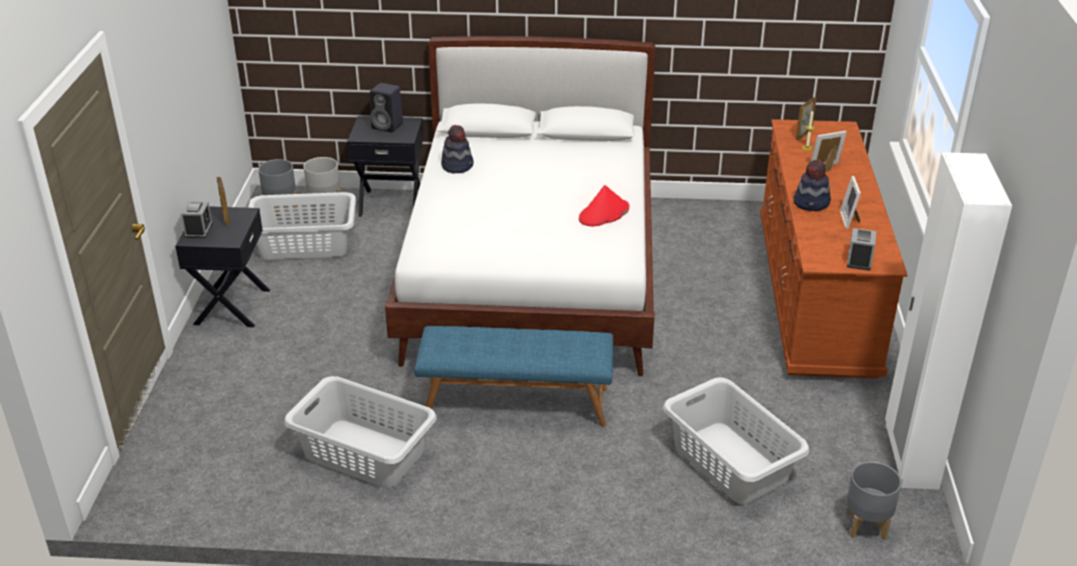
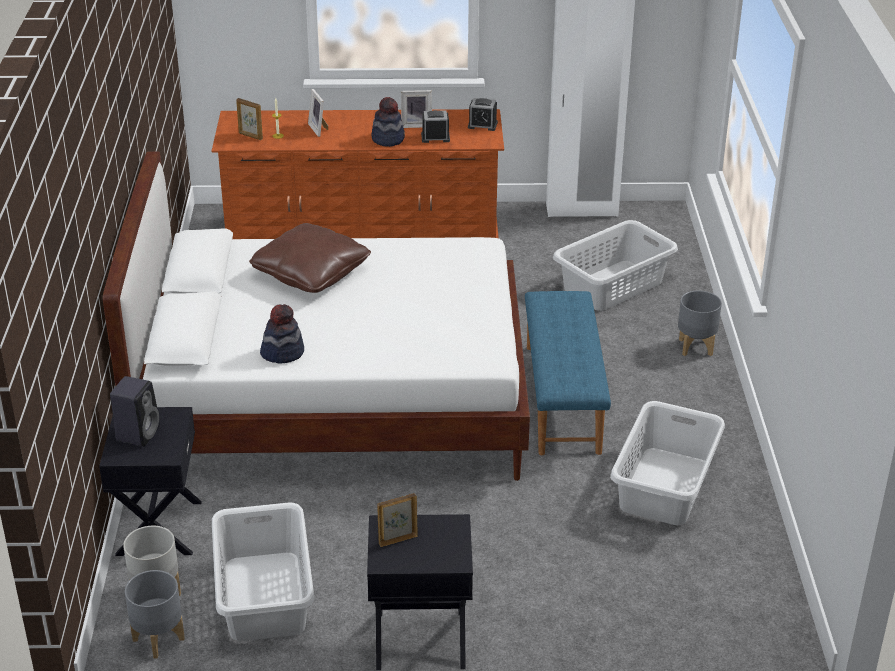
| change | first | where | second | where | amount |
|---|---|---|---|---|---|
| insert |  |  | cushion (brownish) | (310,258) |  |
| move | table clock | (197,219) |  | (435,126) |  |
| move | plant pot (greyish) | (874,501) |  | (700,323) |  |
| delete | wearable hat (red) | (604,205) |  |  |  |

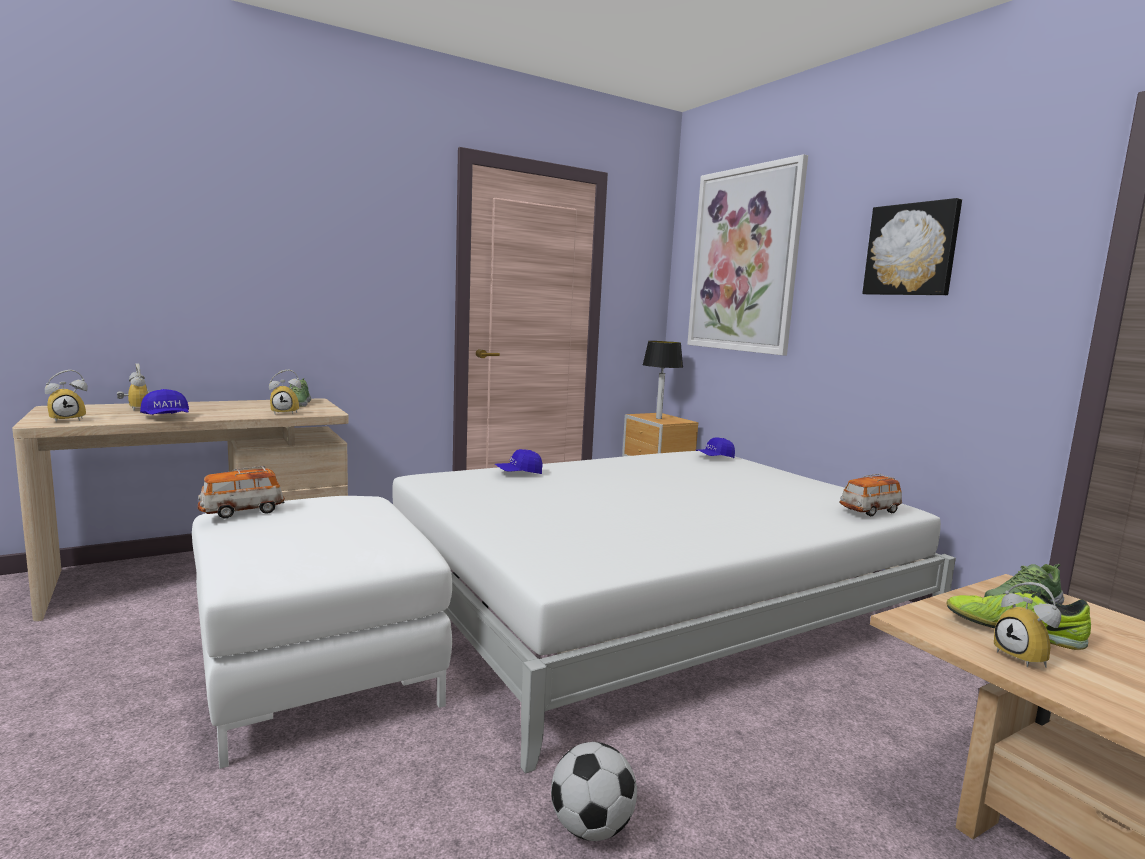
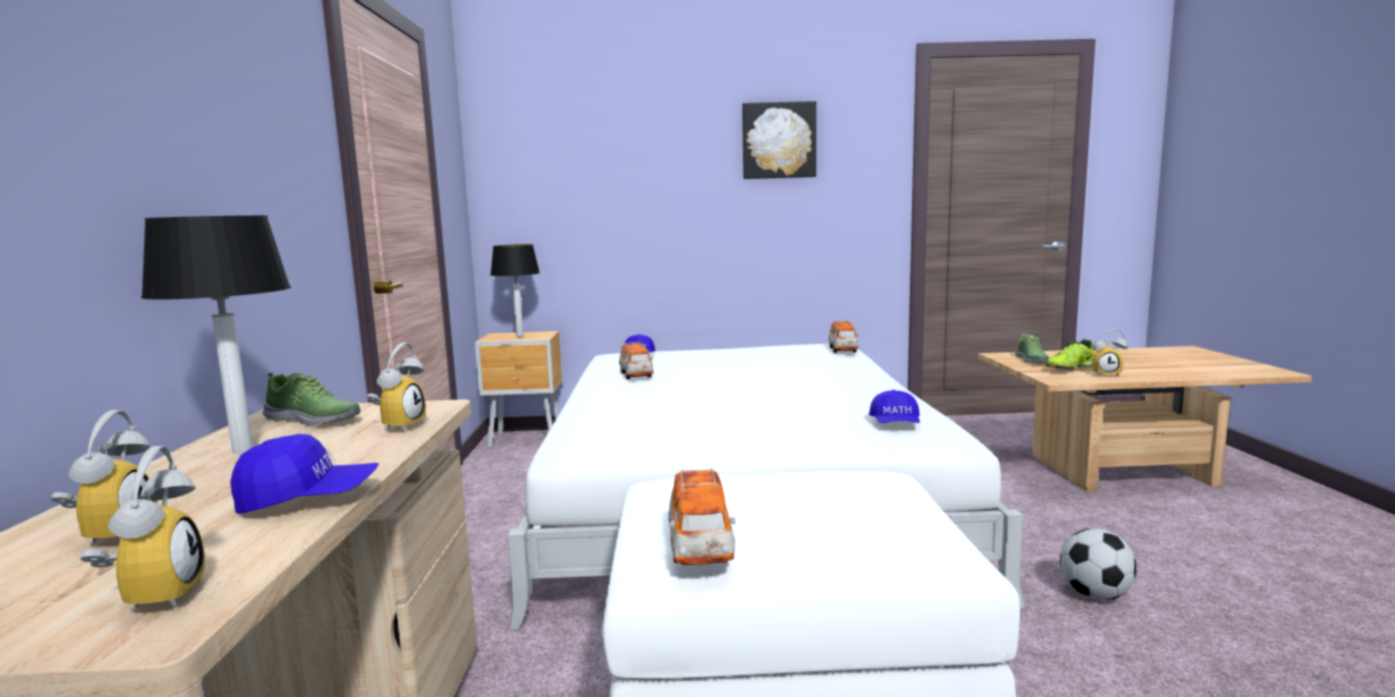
| change | first | where | second | where | amount |
|---|---|---|---|---|---|
| rotate | table clock | (133,387) |  | (104,477) | 90 degrees clockwise |
| insert |  |  | lamp for a table | (216,334) |  |
| insert |  |  | miniature car | (636,360) |  |
| move | peaked cap (blue-coloured) | (518,461) |  | (894,406) |  |
| delete | picture | (747,254) |  |  |  |

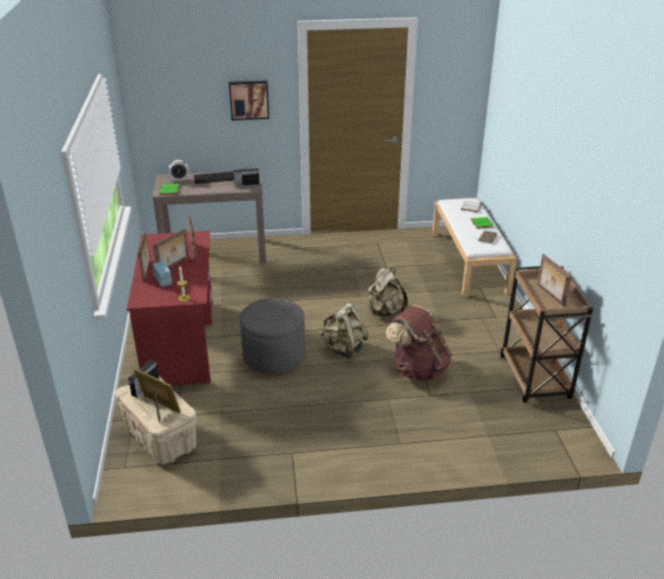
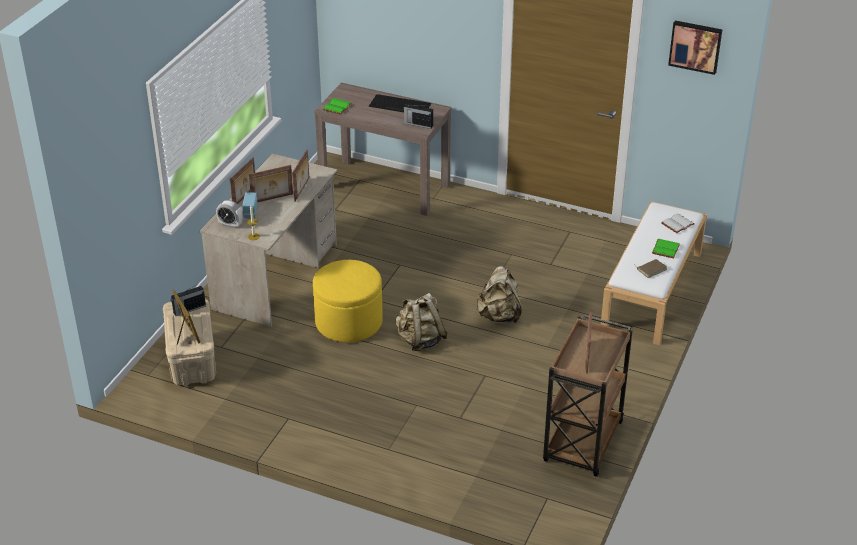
| change | first | where | second | where | amount |
|---|---|---|---|---|---|
| recolor | desk unit (red) | (170,308) | desk unit (beige) | (268,240) |  |
| move | table clock | (179,171) |  | (229,214) |  |
| recolor | pouffe (greyish) | (272,336) | pouffe (yellowish) | (348,301) |  |
| move | picture | (249,100) |  | (695,48) |  |
| delete | knapsack (brownish) | (418,343) |  |  |  |

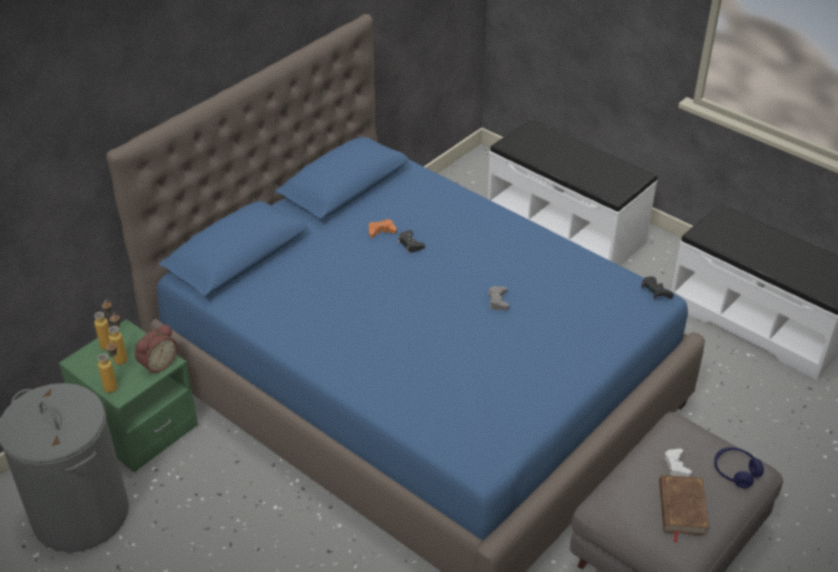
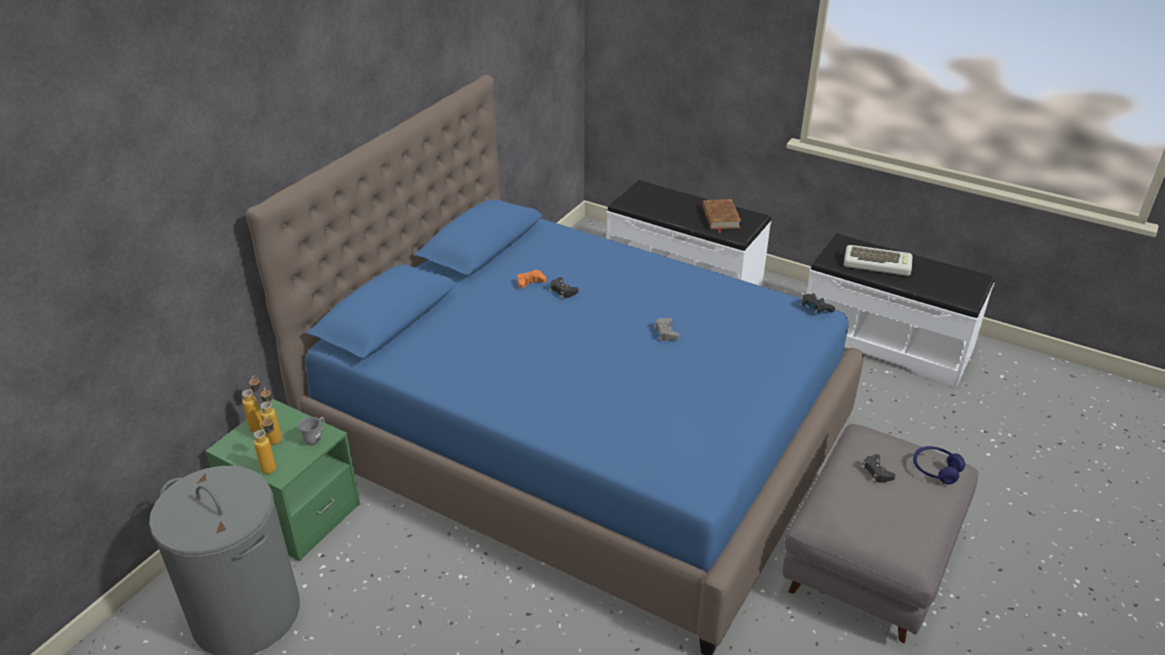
| change | first | where | second | where | amount |
|---|---|---|---|---|---|
| replace | table clock | (156,349) | mug (greyish) | (311,431) |  |
| move | book (brownish) | (684,509) |  | (721,216) |  |
| insert |  |  | computer keyboard | (878,260) |  |
| recolor | gamepad (white) | (677,462) | gamepad (black-coloured) | (879,468) |  |

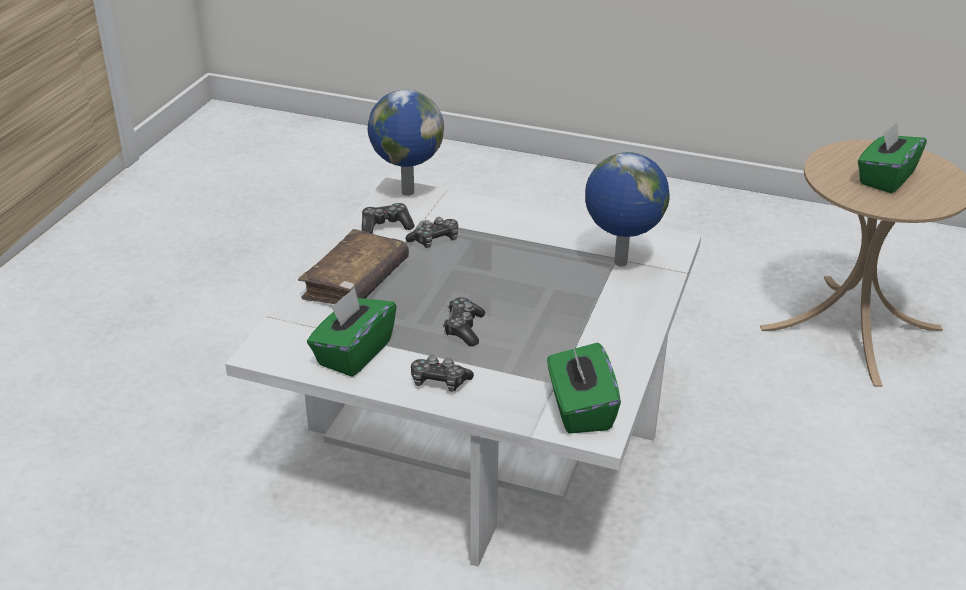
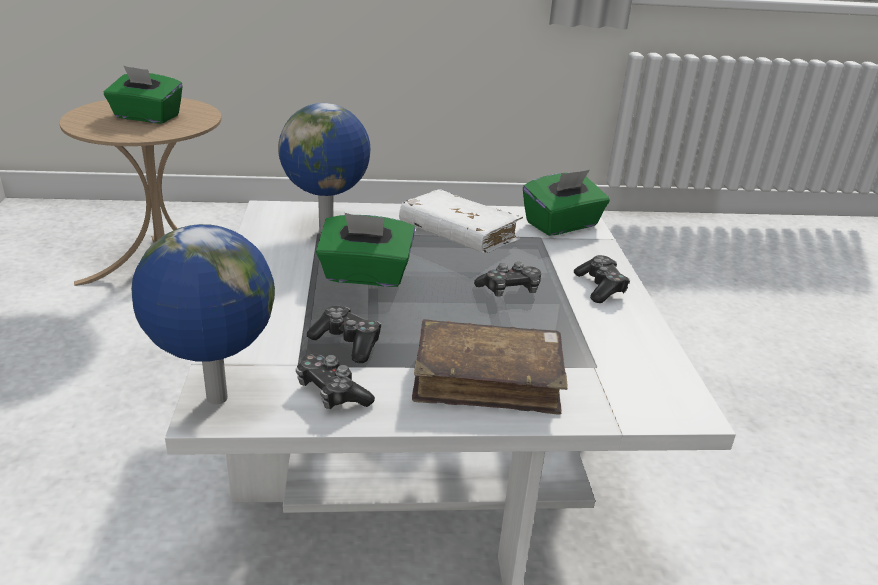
| change | first | where | second | where | amount |
|---|---|---|---|---|---|
| move | box of tissues (green-coloured) | (352,332) |  | (365,250) |  |
| insert |  |  | book (white) | (461,221) |  |

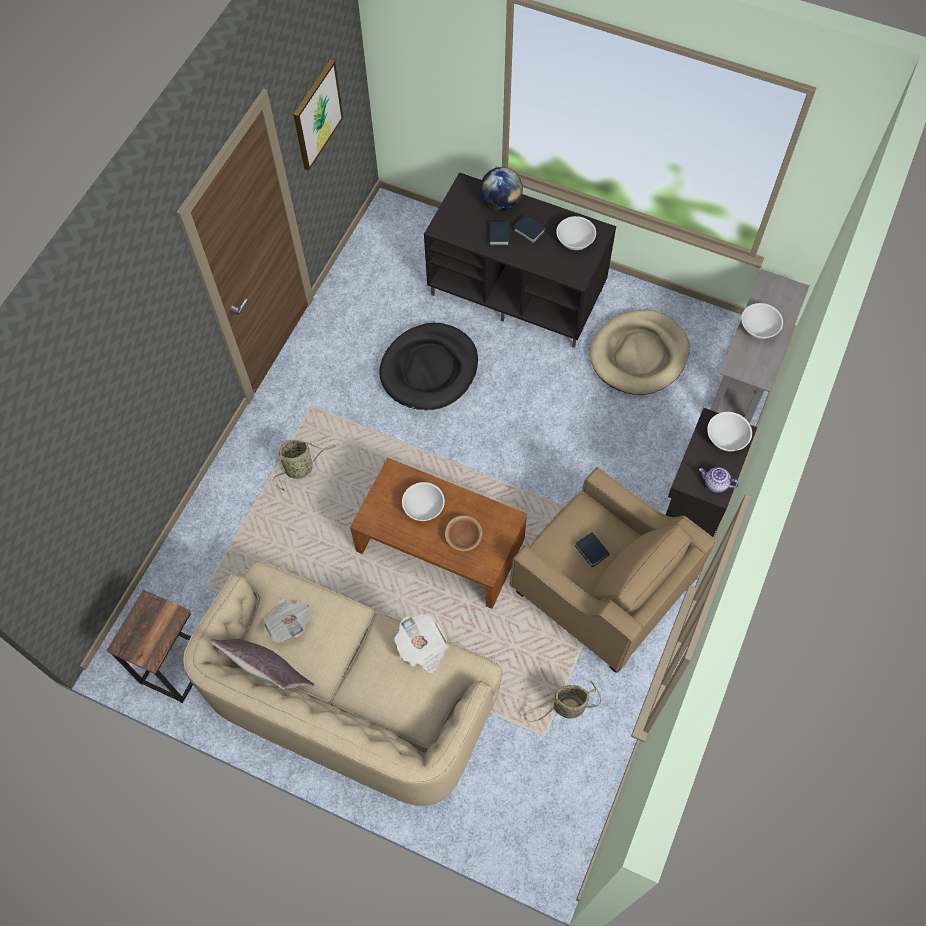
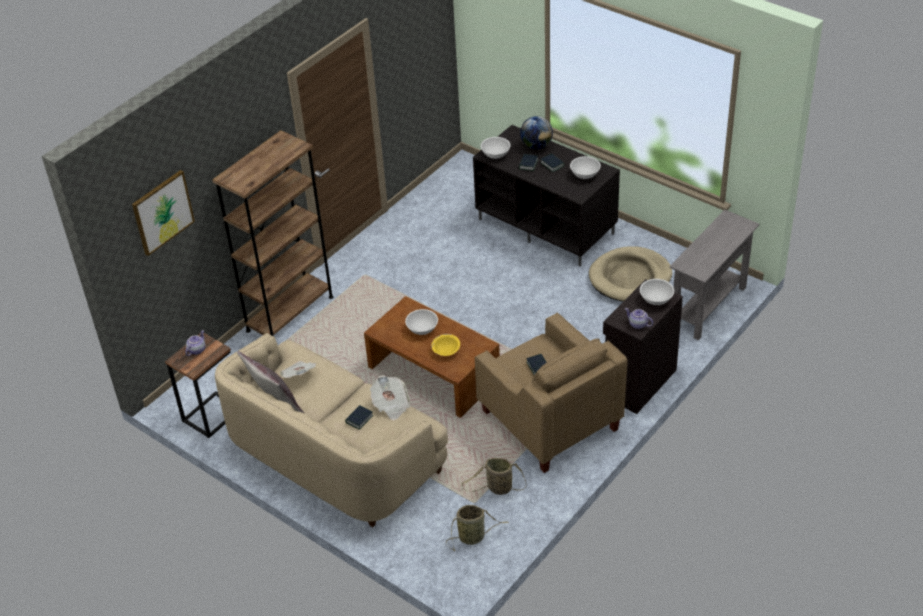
| change | first | where | second | where | amount |
|---|---|---|---|---|---|
| move | picture | (318,115) |  | (163,213) |  |
| insert |  |  | teapot | (195,343) |  |
| insert |  |  | bookcase (brownish) | (273,233) |  |
| insert |  |  | book | (359,417) |  |
| recolor | deep dish (brownish) | (463,533) | deep dish (yellowish) | (445,345) |  |
| move | basket | (304,465) |  | (477,528) |  |
| move | deep dish (white) | (762,321) |  | (496,148) |  |
| delete | pet bed (black-coloured) | (428,366) |  |  |  |

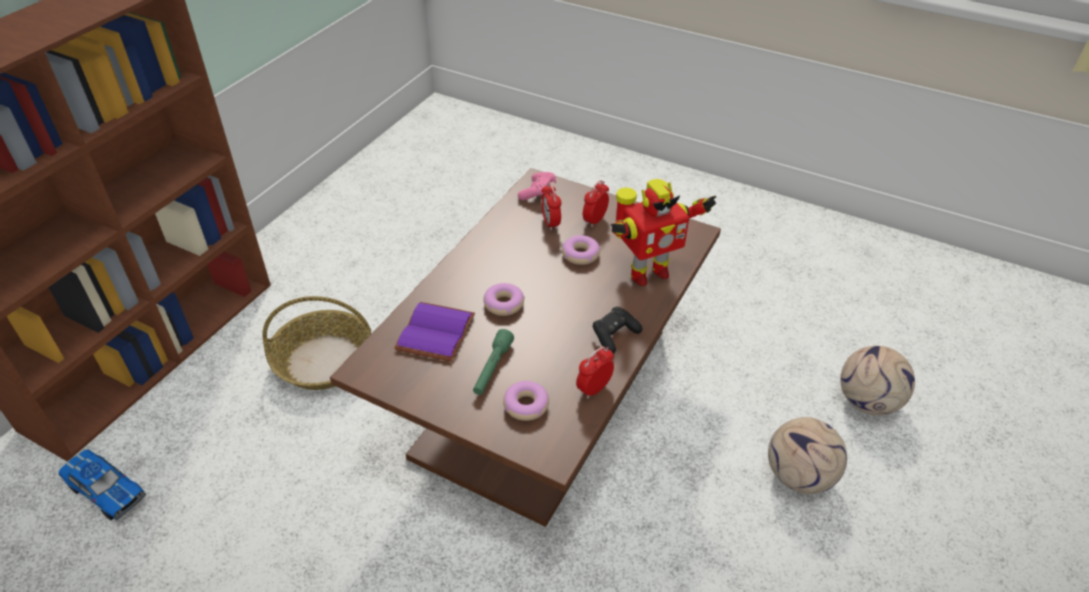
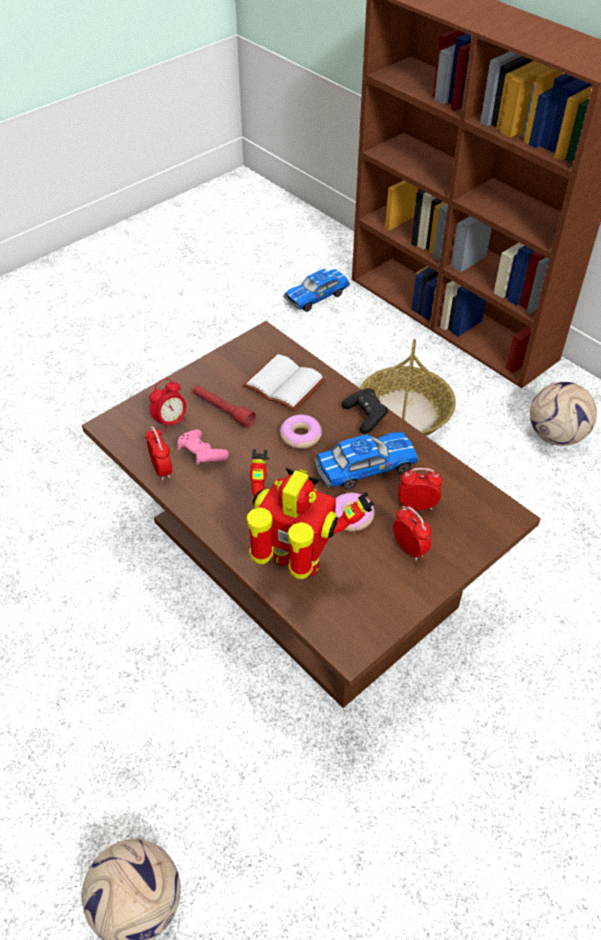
| change | first | where | second | where | amount |
|---|---|---|---|---|---|
| replace | ring doughnut | (526,401) | table clock | (167,405) |  |
| move | gamepad (pinkish) | (537,186) |  | (203,447) |  |
| recolor | hand torch (green-coloured) | (493,362) | hand torch (red) | (224,406) |  |
| recolor | book (purple-coloured) | (434,332) | book (white) | (285,383) |  |
| rotate | robot figure | (663,232) |  | (310,514) | 120 degrees clockwise |
| insert |  |  | miniature car | (366,460) |  |
| move | gamepad (black-coloured) | (617,330) |  | (365,411) |  |
| move | ball for football | (807,455) |  | (563,414) |  |

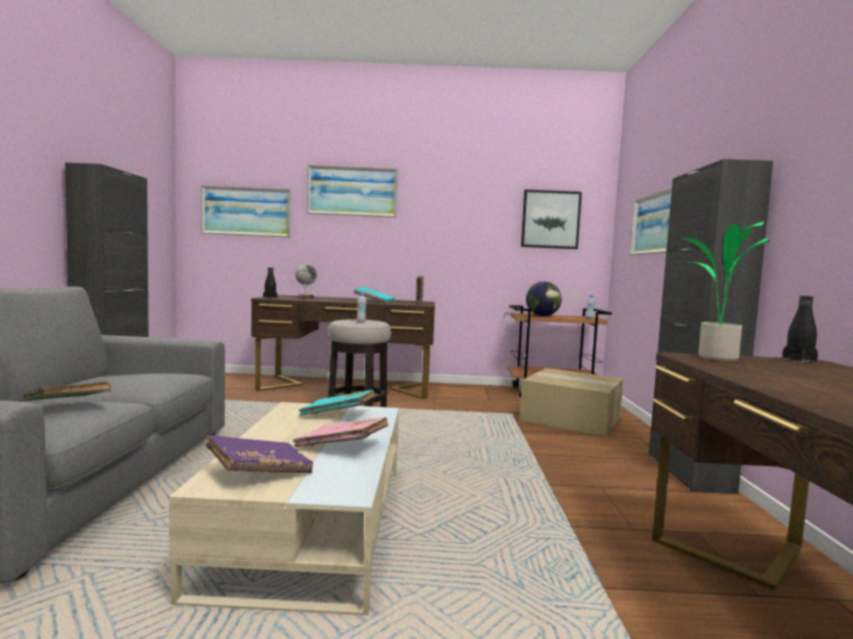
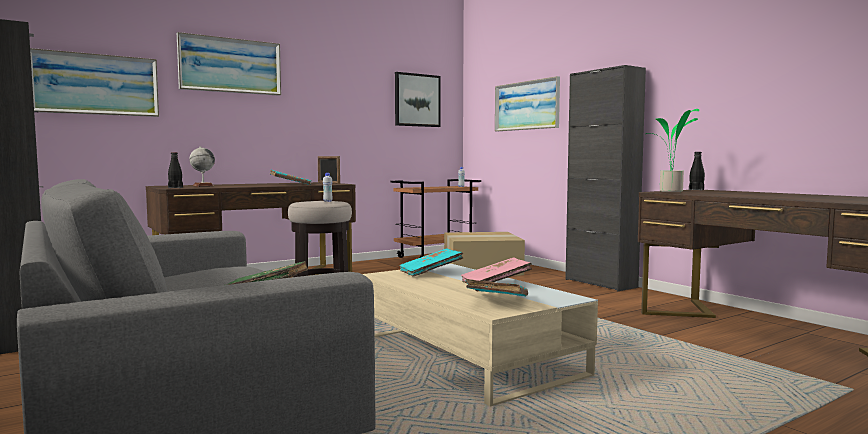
| change | first | where | second | where | amount |
|---|---|---|---|---|---|
| recolor | book (purple-coloured) | (259,454) | book (turquoise) | (497,287) |  |
| delete | desk globe | (544,299) |  |  |  |

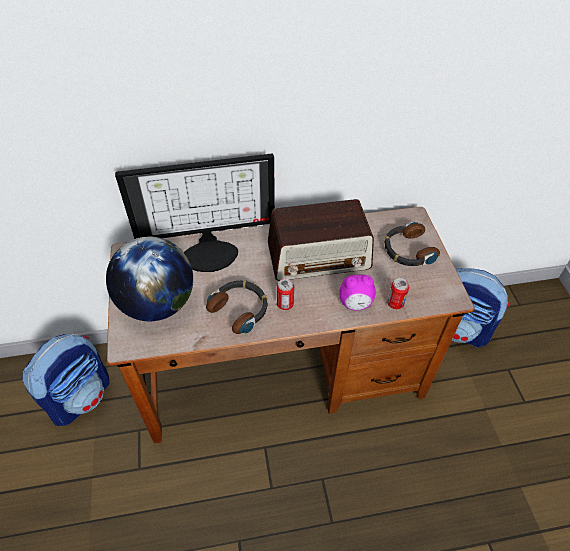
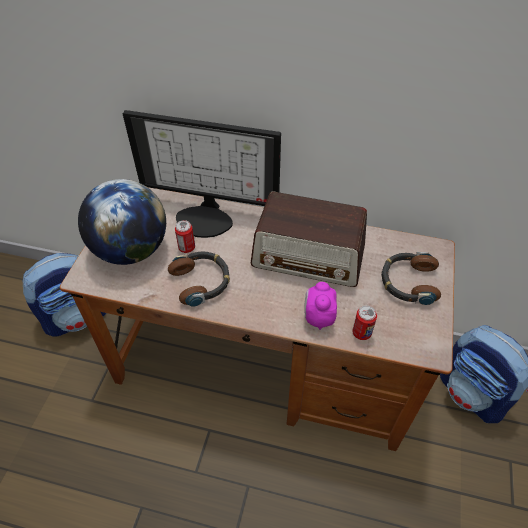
| change | first | where | second | where | amount |
|---|---|---|---|---|---|
| move | metal can | (285,294) |  | (185,236) |  |
| rotate | table clock | (358,292) |  | (320,306) | 75 degrees clockwise |

